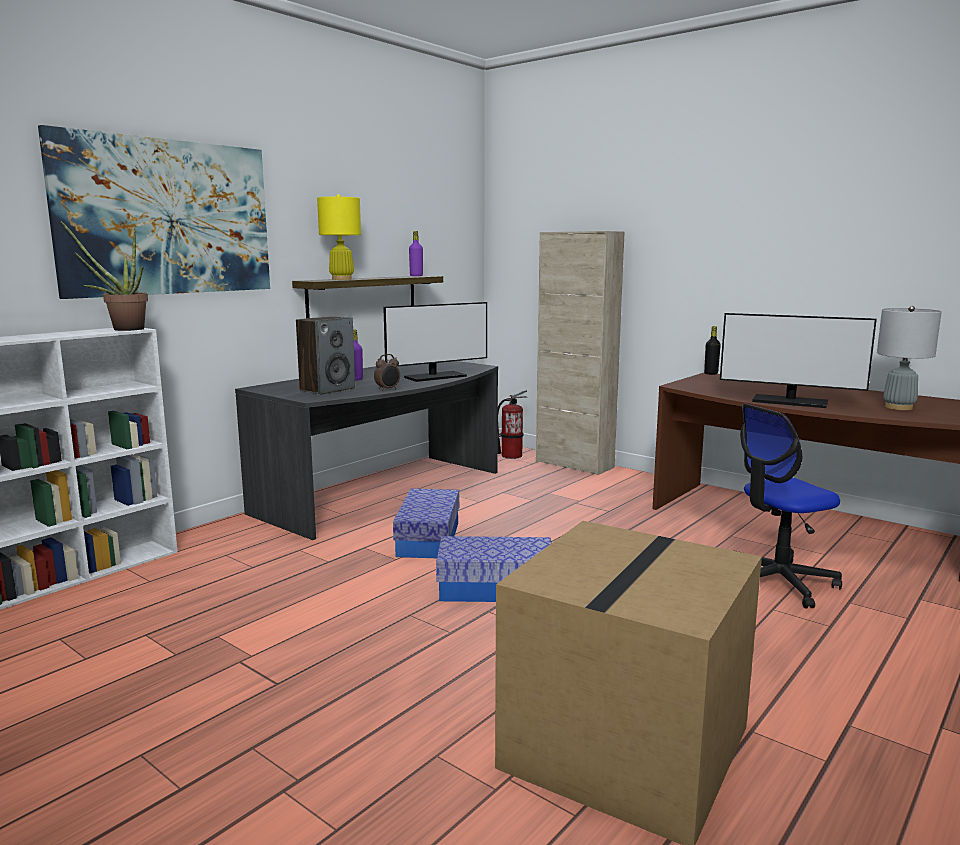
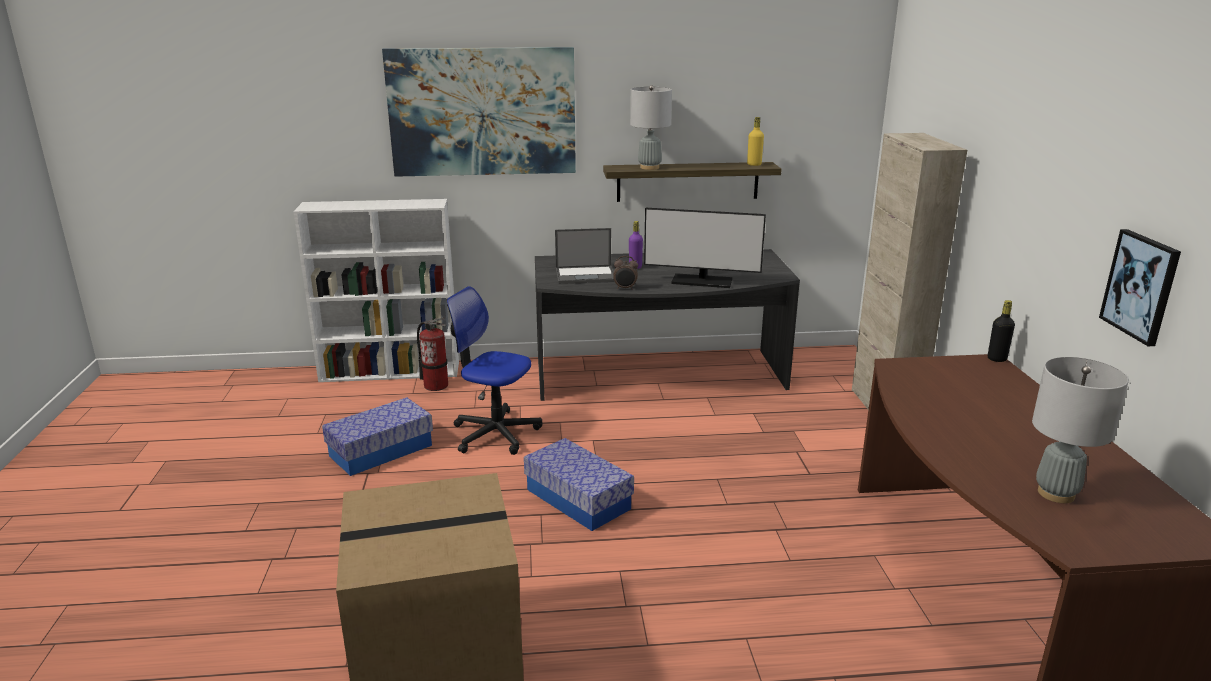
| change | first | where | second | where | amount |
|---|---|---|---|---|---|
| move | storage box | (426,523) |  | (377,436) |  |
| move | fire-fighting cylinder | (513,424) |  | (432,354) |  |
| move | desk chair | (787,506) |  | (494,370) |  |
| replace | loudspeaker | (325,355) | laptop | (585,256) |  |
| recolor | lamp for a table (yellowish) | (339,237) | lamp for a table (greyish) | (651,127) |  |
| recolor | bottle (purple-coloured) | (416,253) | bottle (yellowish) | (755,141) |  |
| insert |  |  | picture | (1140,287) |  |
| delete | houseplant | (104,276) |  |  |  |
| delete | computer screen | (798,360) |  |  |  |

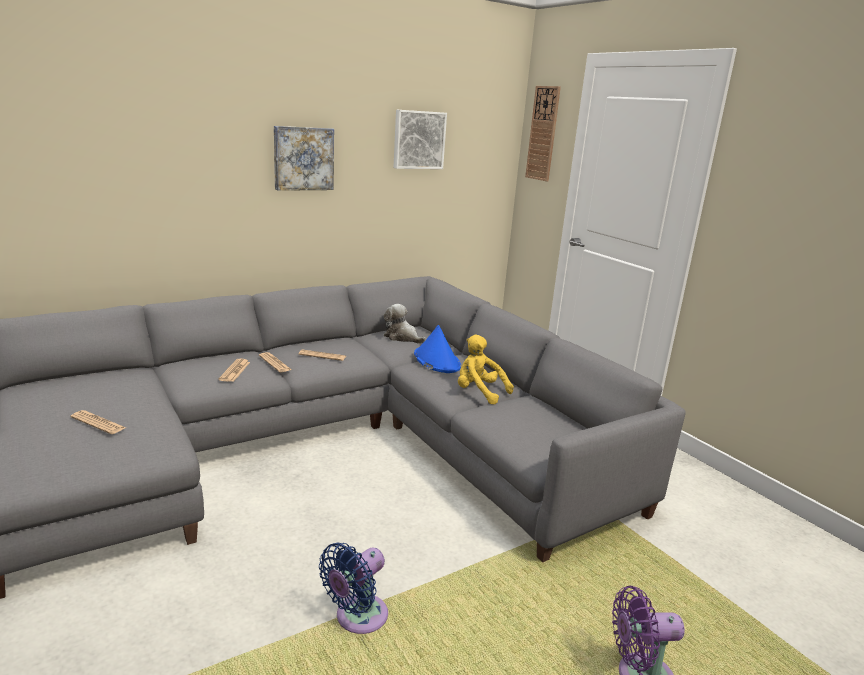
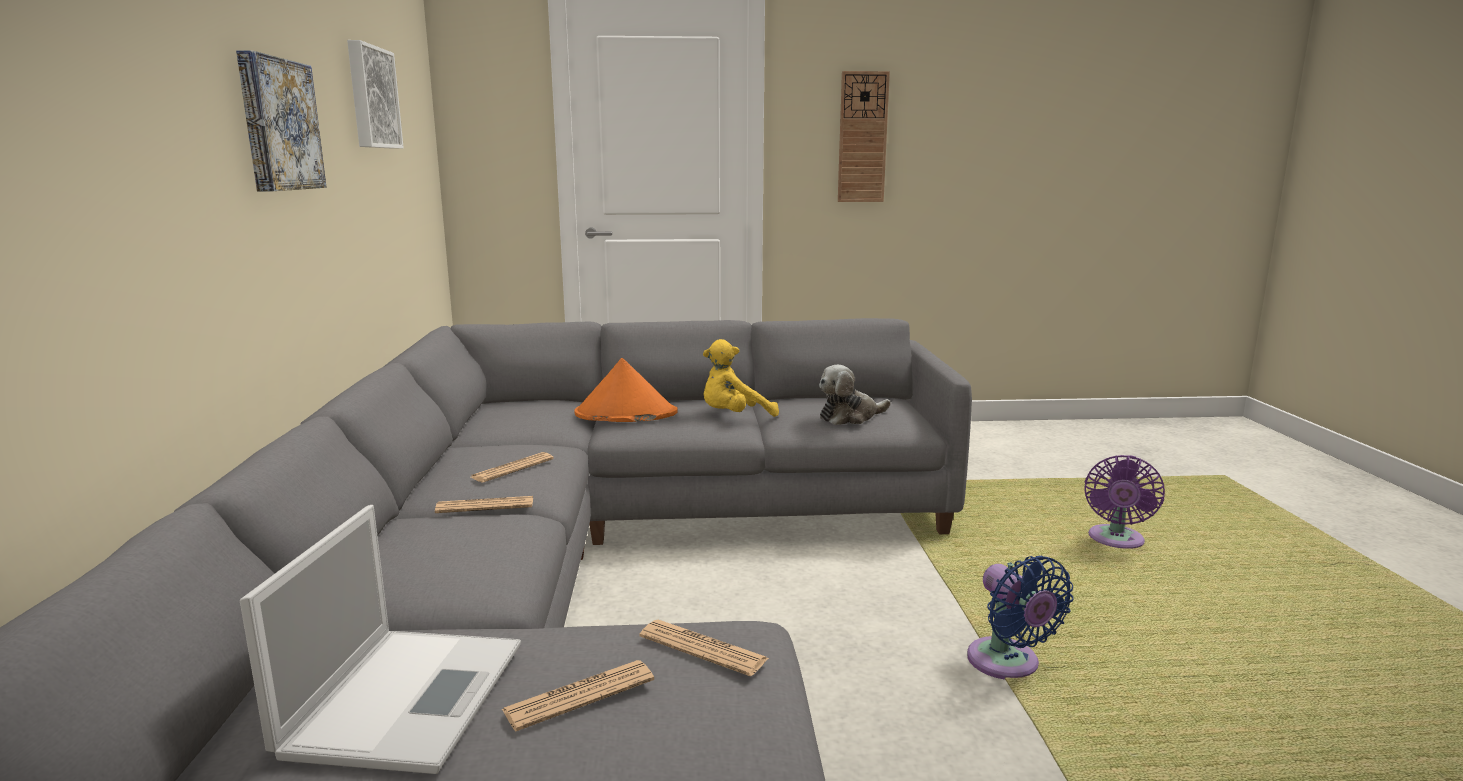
| change | first | where | second | where | amount |
|---|---|---|---|---|---|
| insert |  |  | laptop | (380,639) |  |
| recolor | wearable hat (blue-coloured) | (437,349) | wearable hat (orange-coloured) | (626,390) |  |
| move | printed paper | (234,370) |  | (704,648) |  |
| move | plush toy | (405,324) |  | (855,395) |  |
| move | clock on the wall | (543,133) |  | (864,136) |  |

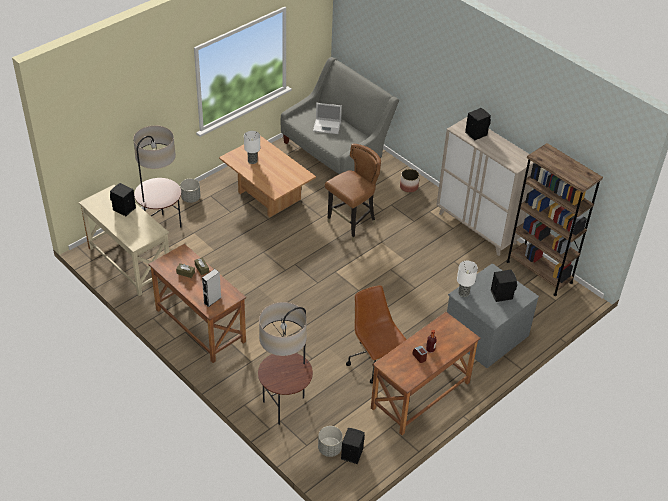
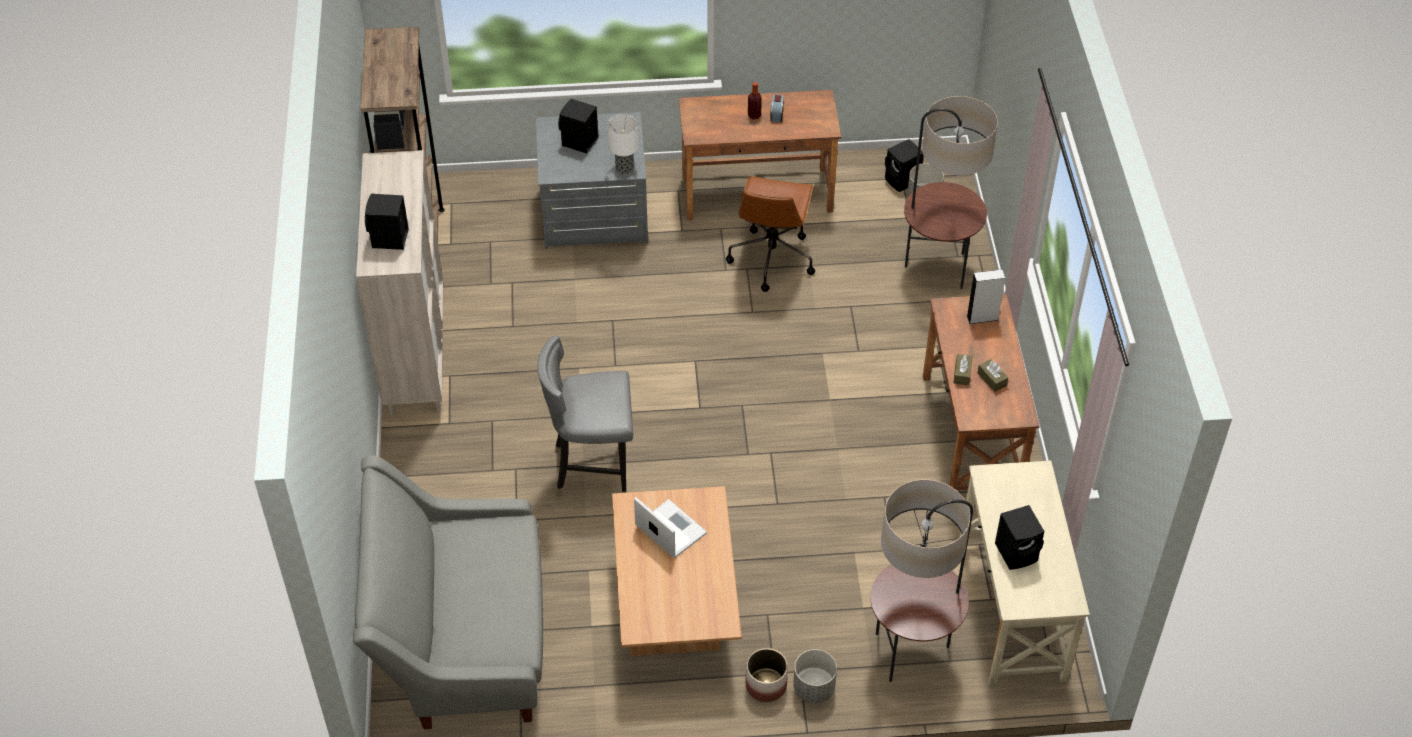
| change | first | where | second | where | amount |
|---|---|---|---|---|---|
| recolor | upright chair (brownish) | (353,193) | upright chair (greyish) | (585,416) |  |
| move | laptop | (327,118) |  | (670,527) |  |
| move | plant pot | (410,181) |  | (766,675) |  |
| delete | lamp for a table | (252,147) |  |  |  |

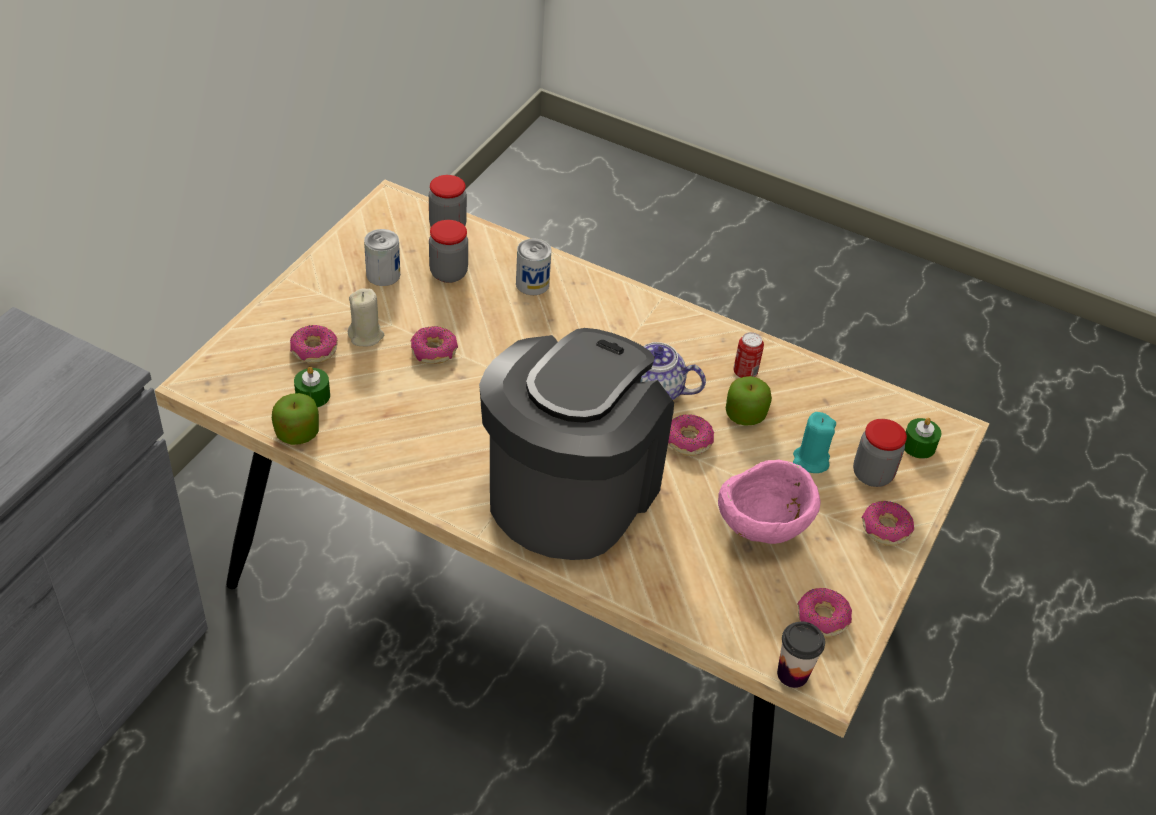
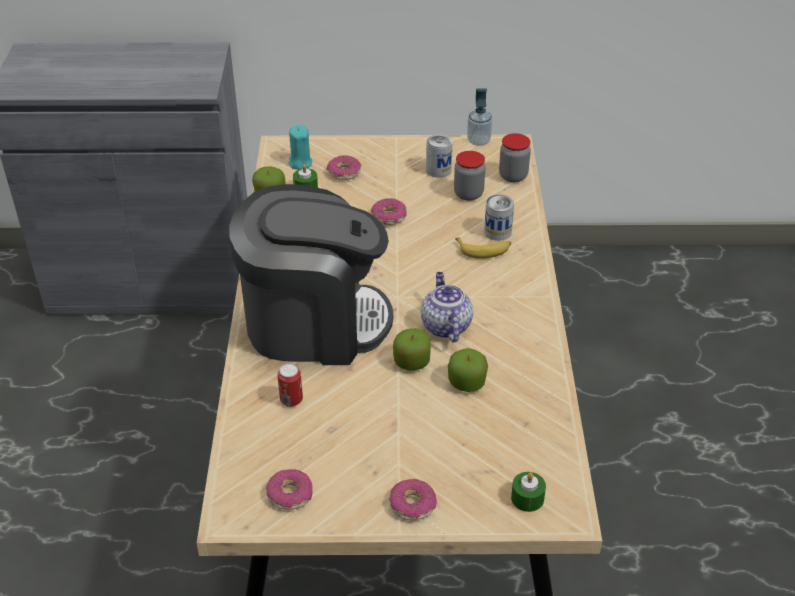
| change | first | where | second | where | amount |
|---|---|---|---|---|---|
| move | metal can | (748,355) |  | (290,385) |  |
| move | wax candle (turquoise) | (814,442) |  | (300,147) |  |
| replace | ring doughnut | (691,435) | apple fruit | (412,349) |  |
| insert |  |  | banana fruit | (483,248) |  |
| insert |  |  | soap dispenser | (479,117) |  |
| delete | wax candle (beige) | (366,317) |  |  |  |
| delete | deep dish (pinkish) | (769,502) |  |  |  |
| delete | drinking cup | (801,654) |  |  |  |
| delete | preserve jar | (880,453) |  |  |  |

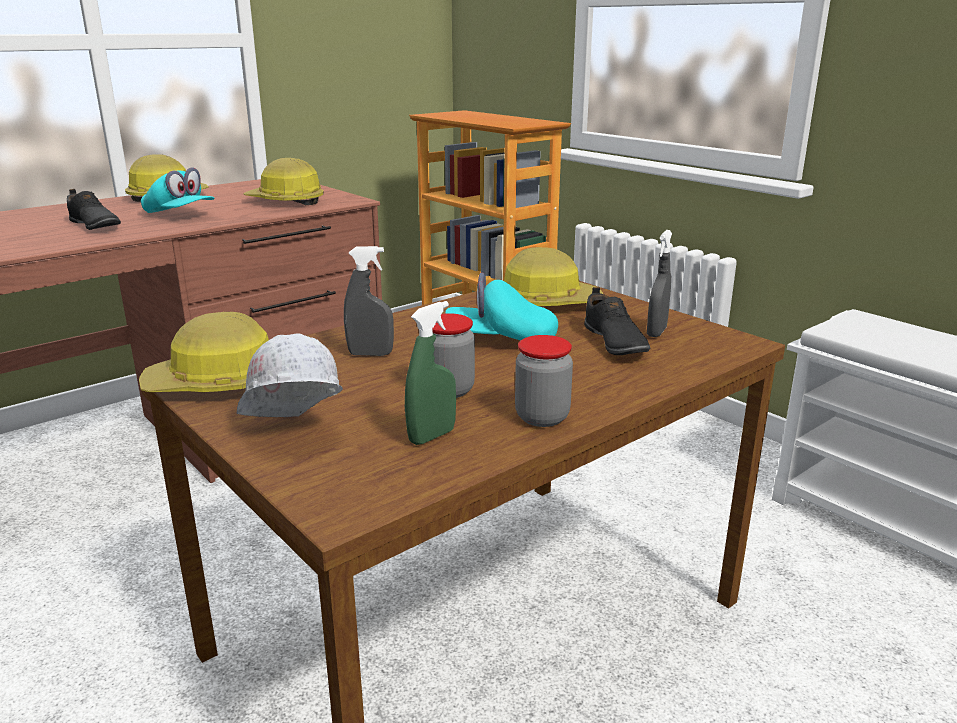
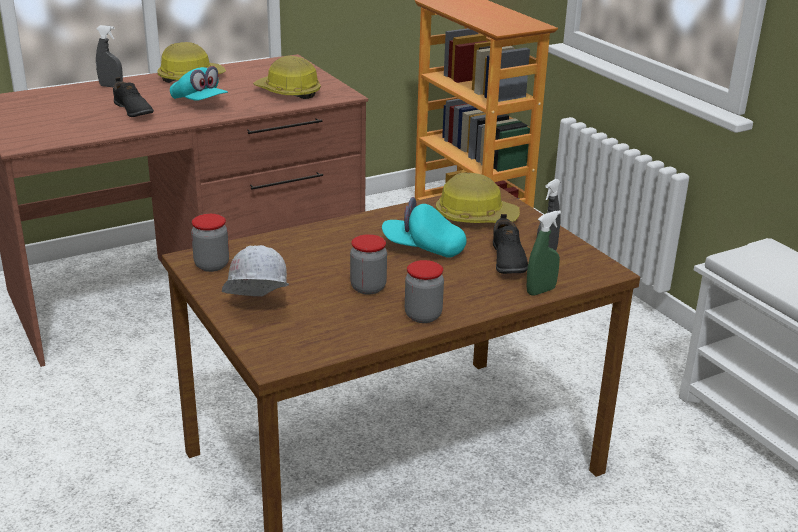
| change | first | where | second | where | amount |
|---|---|---|---|---|---|
| move | spray bottle (greyish) | (369,301) |  | (109,56) |  |
| replace | safety helmet | (204,352) | preserve jar | (210,243) |  |
| move | spray bottle (green-coloured) | (430,373) |  | (544,253) |  |

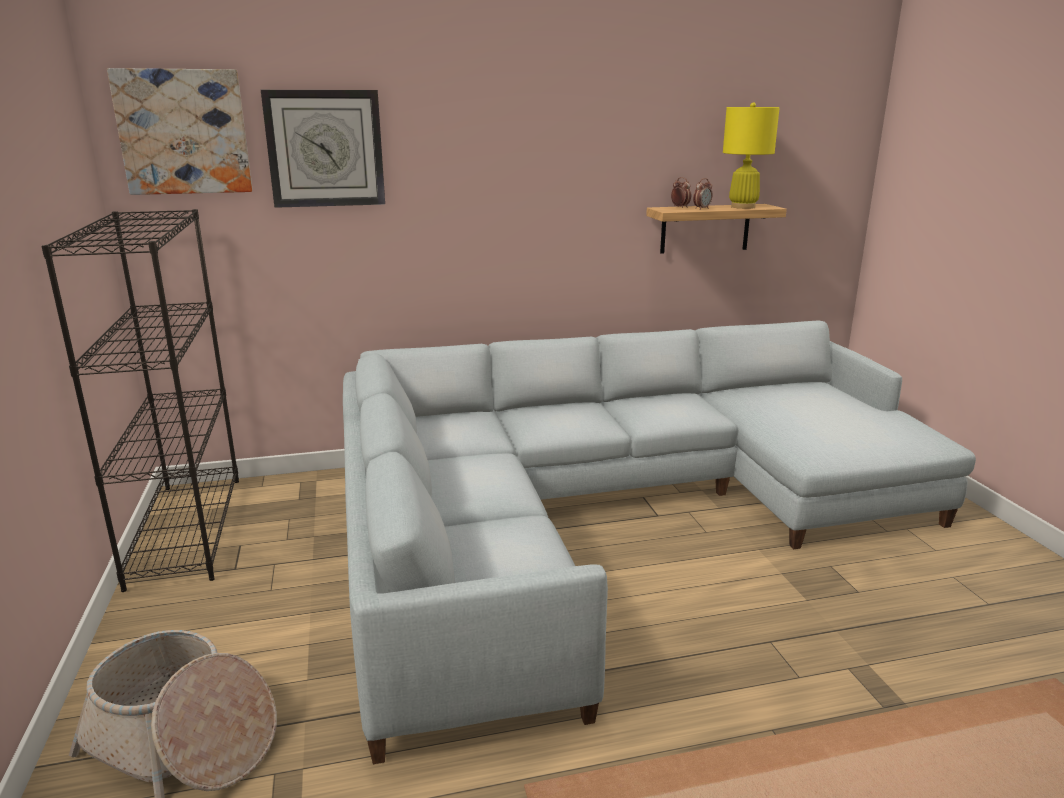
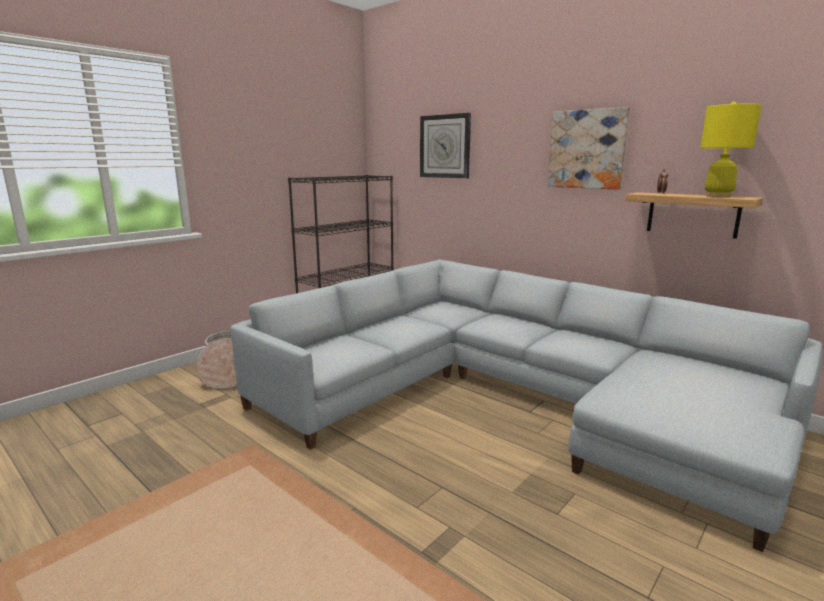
| change | first | where | second | where | amount |
|---|---|---|---|---|---|
| move | picture | (180,131) |  | (589,148) |  |
| delete | table clock | (703,194) |  |  |  |

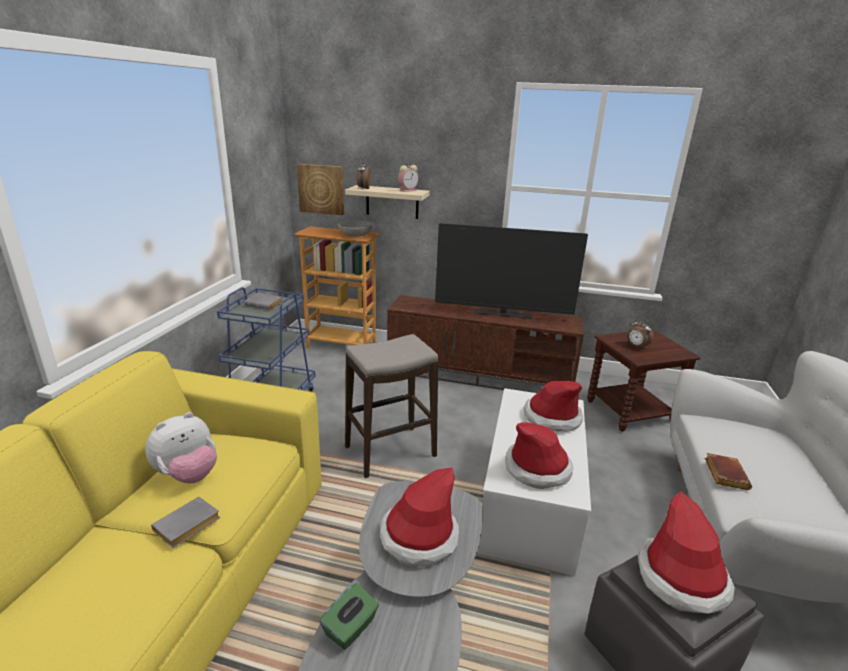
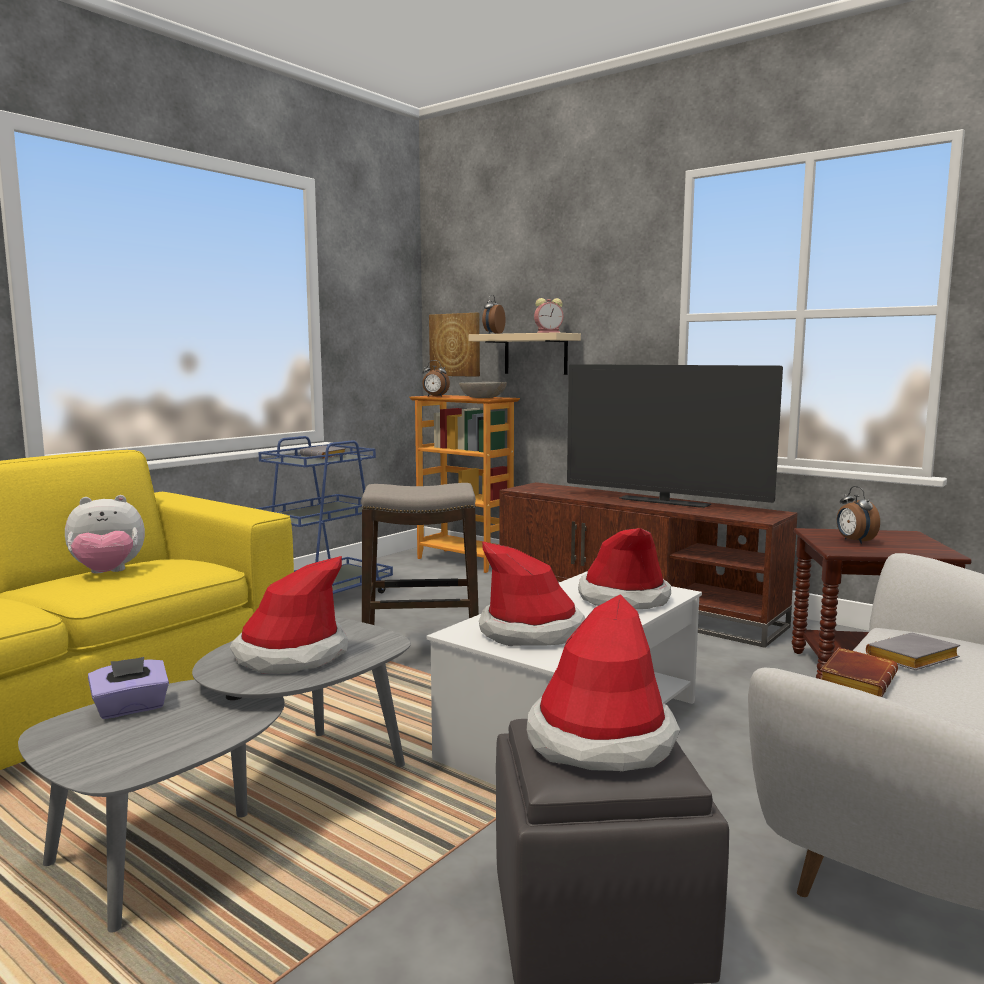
| change | first | where | second | where | amount |
|---|---|---|---|---|---|
| recolor | box of tissues (green-coloured) | (349,616) | box of tissues (purple-coloured) | (128,688) |  |
| insert |  |  | table clock | (436,378) |  |
| move | book (greyish) | (185,522) |  | (913,651) |  |

